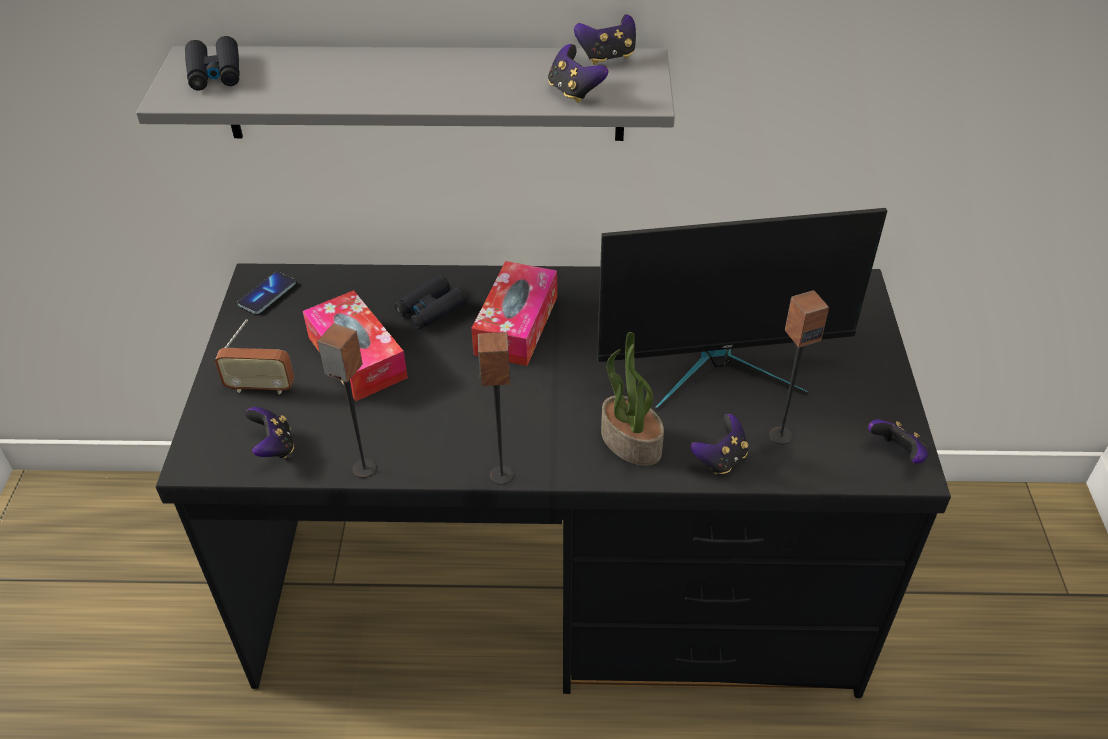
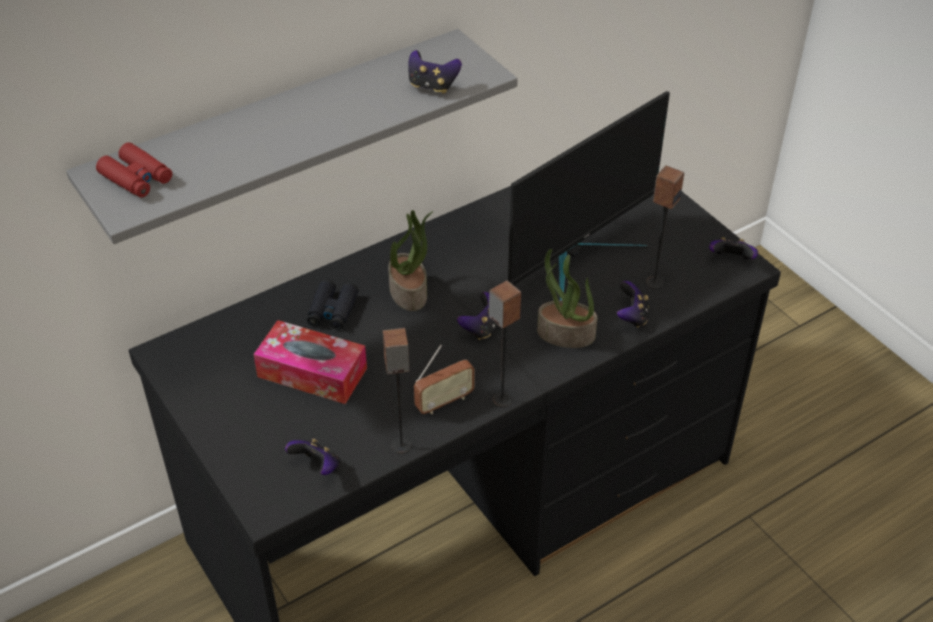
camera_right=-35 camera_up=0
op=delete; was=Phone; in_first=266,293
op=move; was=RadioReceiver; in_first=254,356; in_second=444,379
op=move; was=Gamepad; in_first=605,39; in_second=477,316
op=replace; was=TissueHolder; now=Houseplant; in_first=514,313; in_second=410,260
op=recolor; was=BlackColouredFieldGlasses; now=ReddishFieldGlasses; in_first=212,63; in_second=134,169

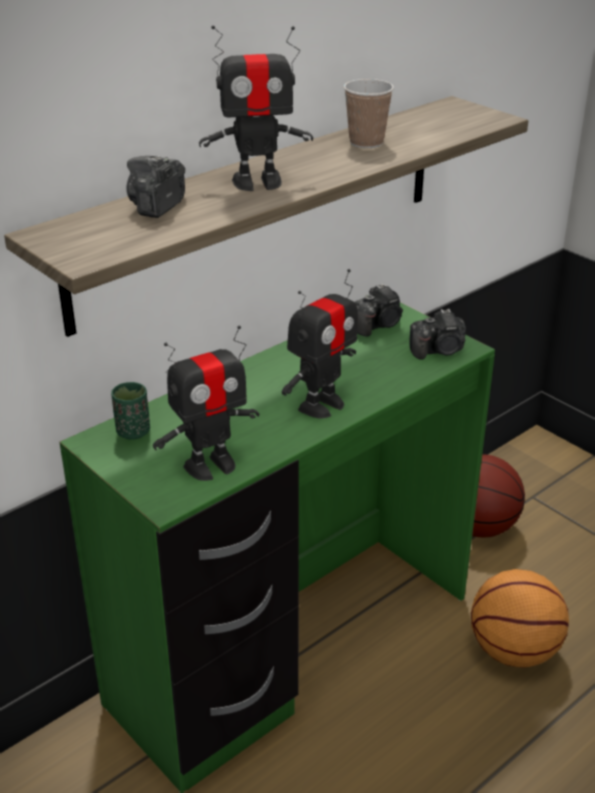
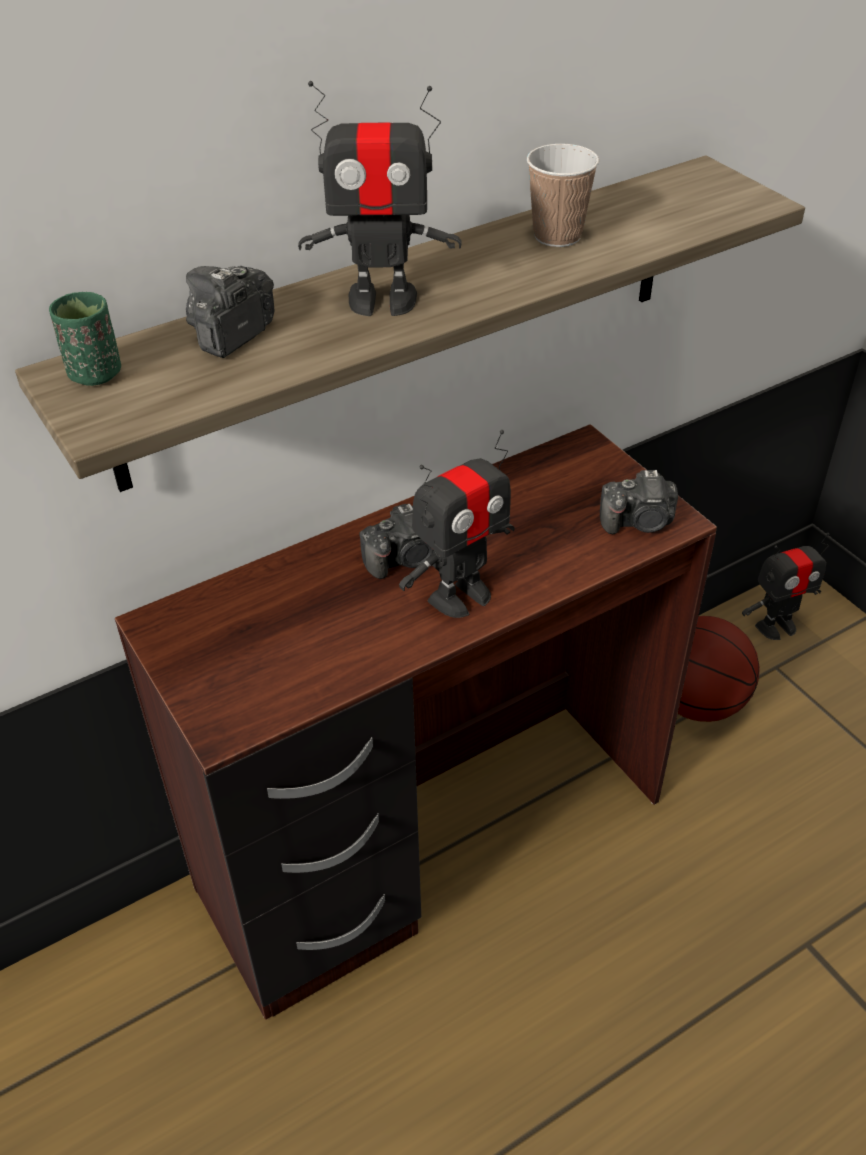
camera_right=10 camera_up=10
op=delete; was=Basketball; in_first=520,618
op=move; was=GreenishSmallCup; in_first=130,411; in_second=85,339
op=move; was=ModelRobot; in_first=206,403; in_second=785,586
op=move; was=StillCamera; in_first=379,310; in_second=395,541
op=recolor; was=GreenishDeskUnit; now=BrownishDeskUnit; in_first=277,547; in_second=416,722

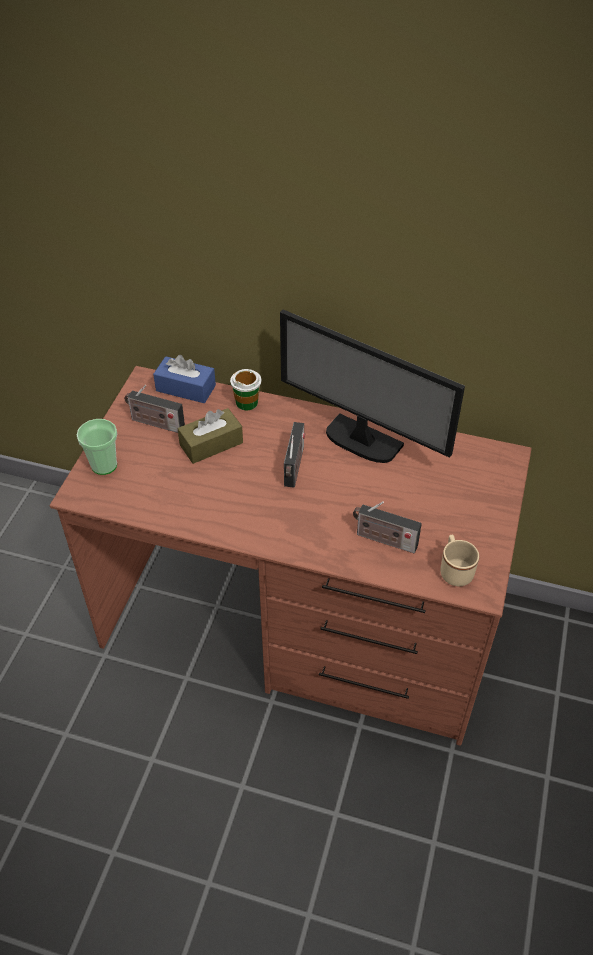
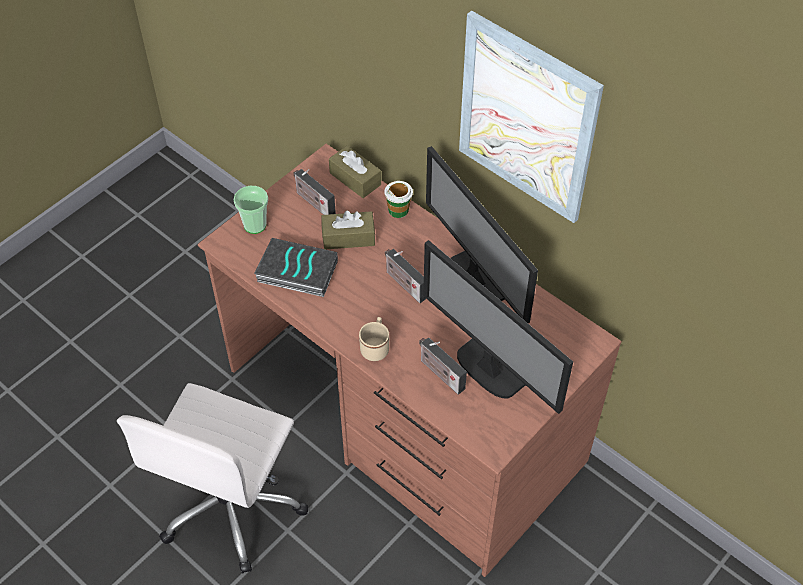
camera_right=25 camera_up=5
op=insert; now=WhitishOfficeChair; in_second=212,478
op=insert; now=BoundBook; in_second=296,267
op=insert; now=ComputerScreen; in_second=498,327
op=insert; now=WallPicture; in_second=531,117
op=move; was=BeigeTeaMug; in_first=460,560; in_second=374,339
op=recolor; was=BlueColouredTissueHolder; now=BrownishTissueHolder; in_first=184,379; in_second=355,172
op=rotate; was=RadioReceiver; in_first=294,455; in_second=405,276; clockwise=105

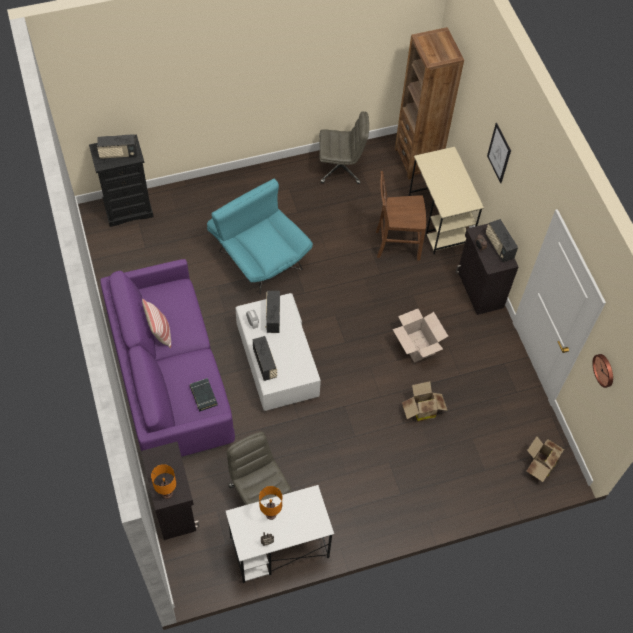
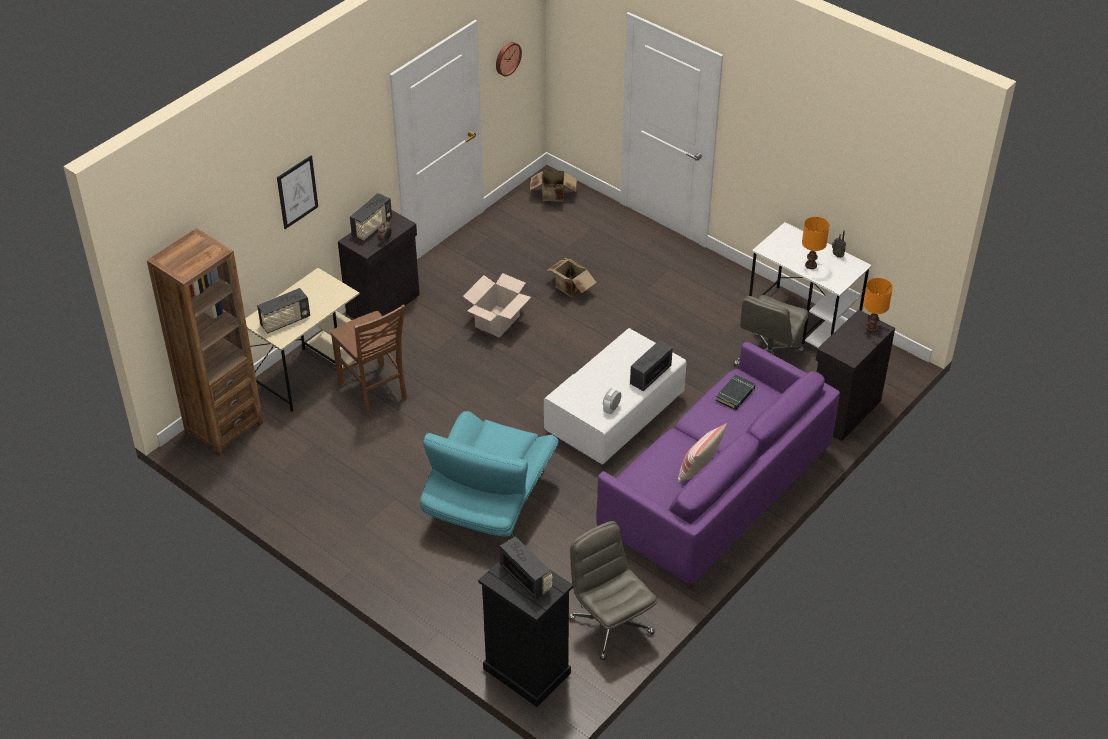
camera_right=-120 camera_up=-15
op=move; was=RadioReceiver; in_first=272,312; in_second=283,311
op=move; was=GreyishOfficeChair; in_first=344,147; in_second=613,590

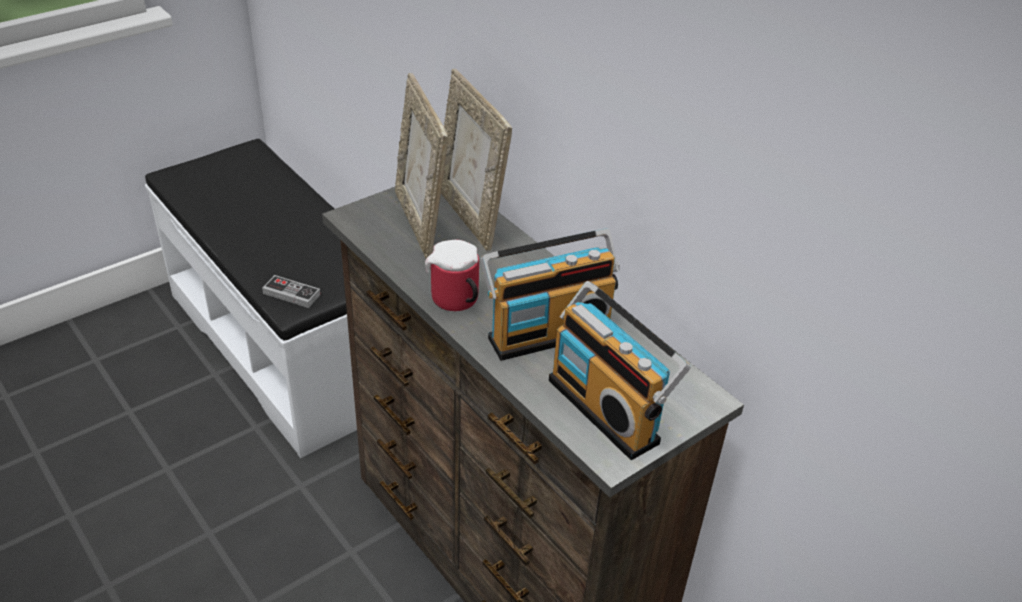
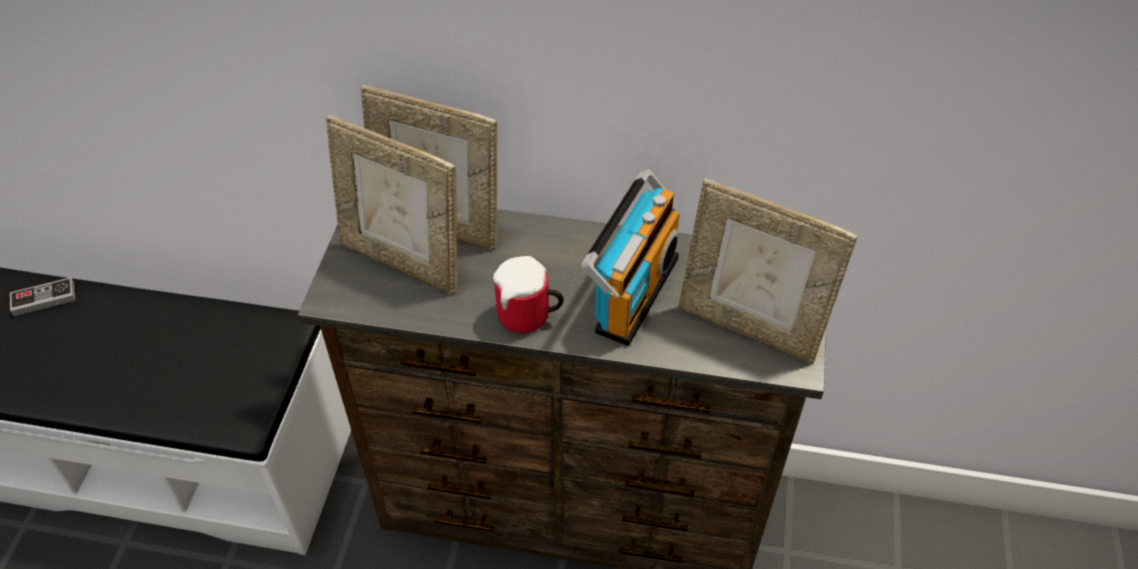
camera_right=-40 camera_up=10
op=move; was=Gamepad; in_first=291,291; in_second=43,296
op=replace; was=RadioReceiver; now=StandingFrame; in_first=620,370; in_second=768,270

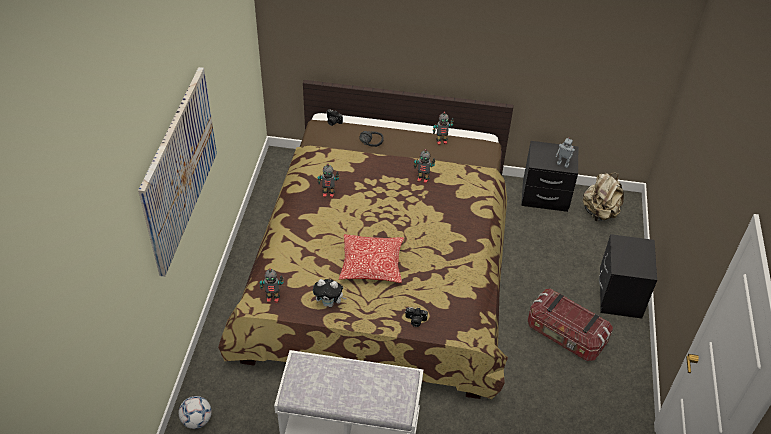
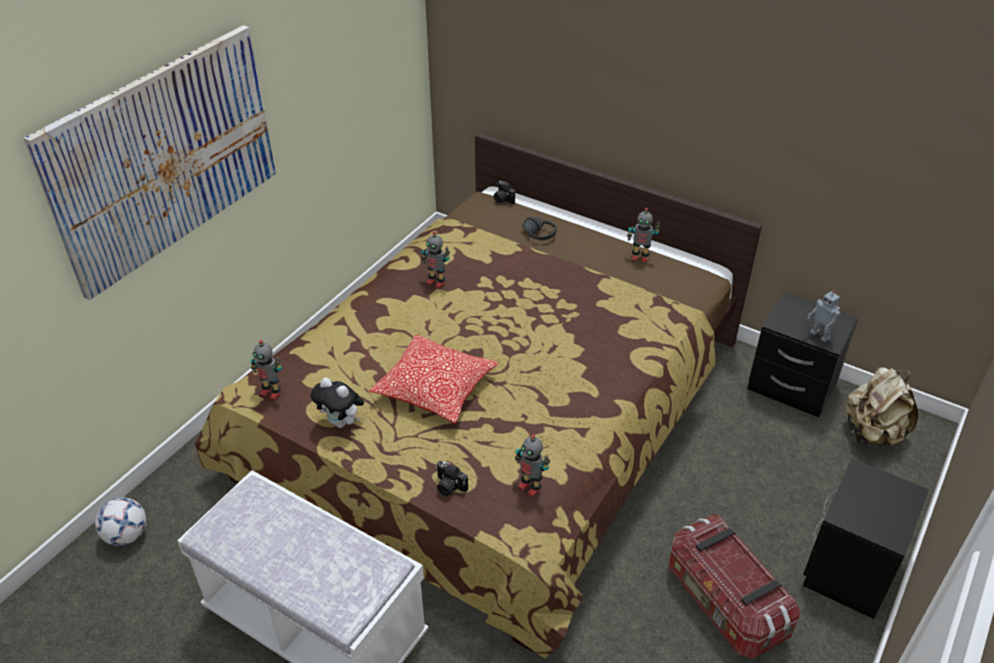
camera_right=25 camera_up=-5
op=move; was=ModelRobot; in_first=424,166; in_second=532,465

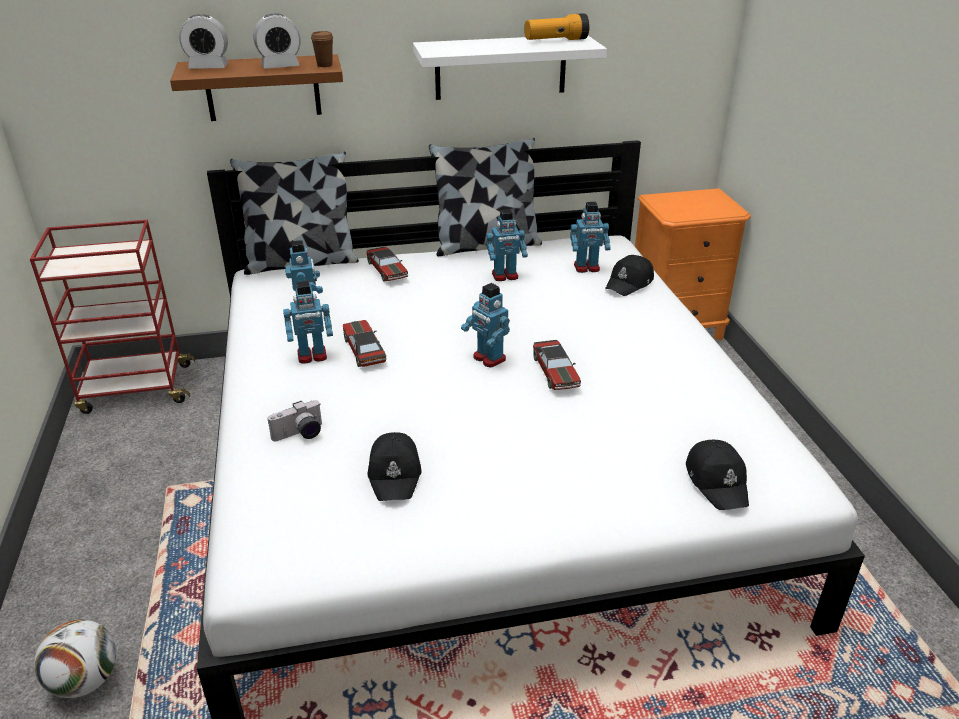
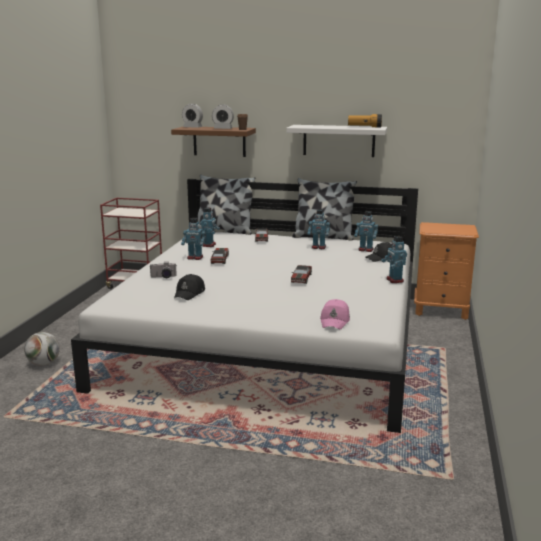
camera_right=25 camera_up=-15
op=move; was=ModelRobot; in_first=485,325; in_second=394,259
op=recolor; was=BlackColouredPeakedCap; now=PinkColouredPeakedCap; in_first=717,475; in_second=335,314

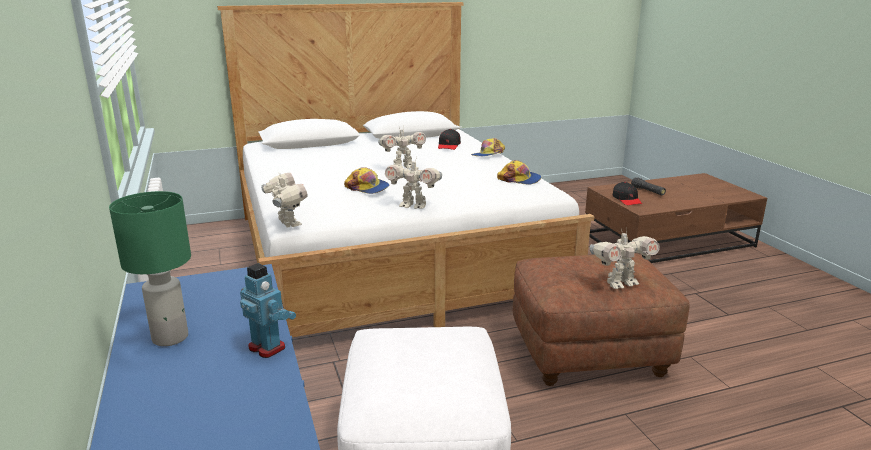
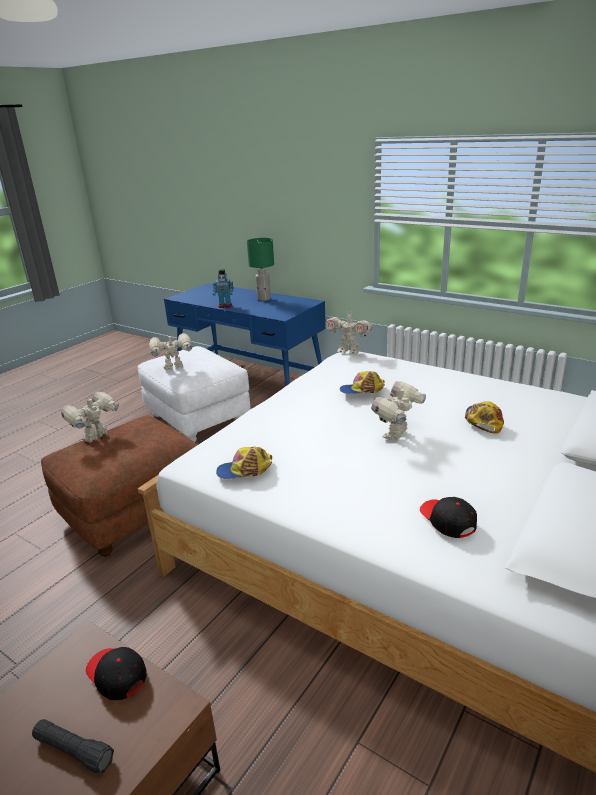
camera_right=145 camera_up=5
op=move; was=ModelRobot; in_first=413,182; in_second=171,351
op=move; was=PeakedCap; in_first=488,147; in_second=484,417

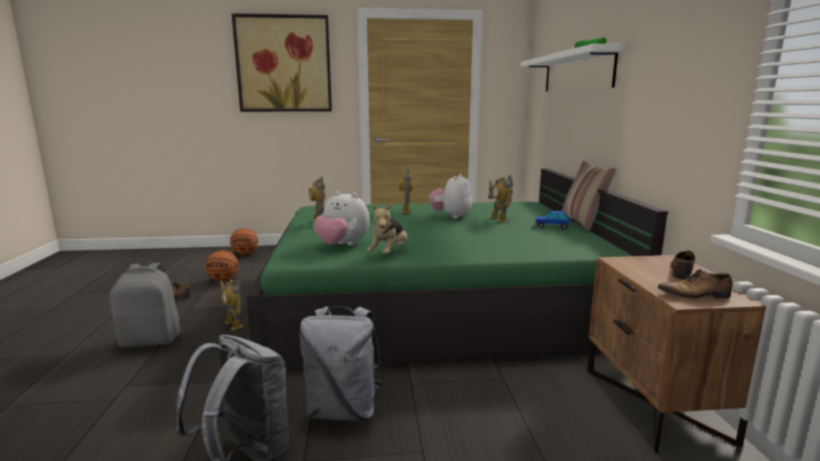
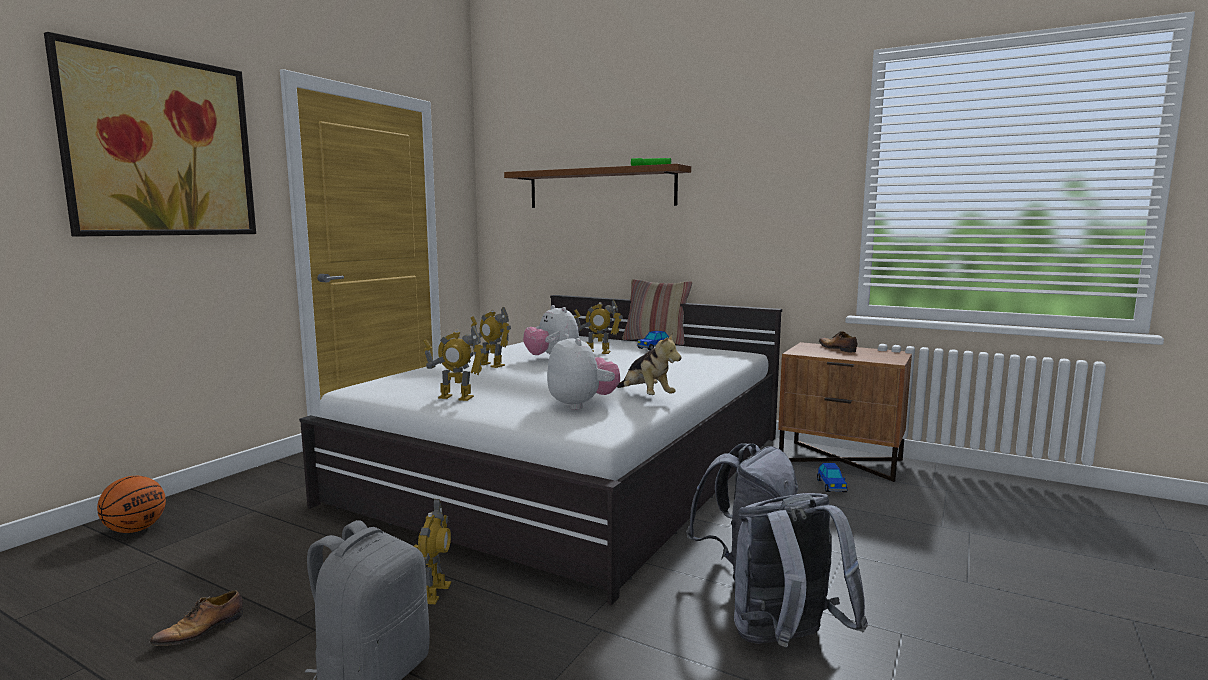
camera_right=-55 camera_up=-5
op=delete; was=Basketball; in_first=222,265
op=delete; was=LowShoe; in_first=695,284
op=insert; now=ToyCar; in_second=832,477
op=recolor; was=GreenishSleepingBed; now=WhitishSleepingBed; in_first=457,269; in_second=540,450
op=recolor; was=WhitishShelf; now=BrownishShelf; in_first=574,68; in_second=597,186
op=rotate; was=ModelRobot; in_first=232,305; in_second=432,551; clockwise=-75
op=rotate; was=SoftToy; in_first=342,218; in_second=583,372; clockwise=-90

